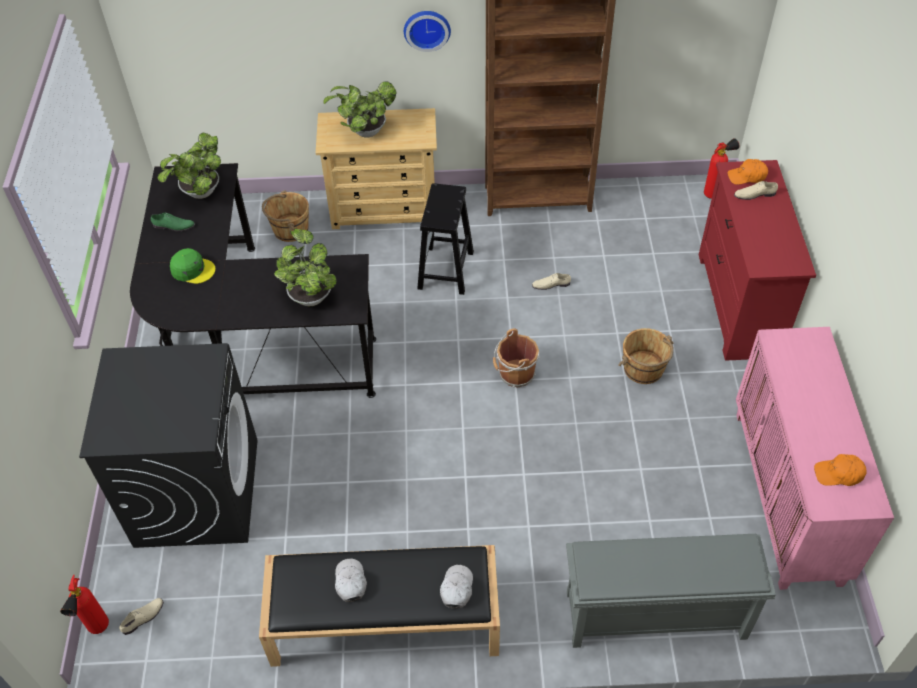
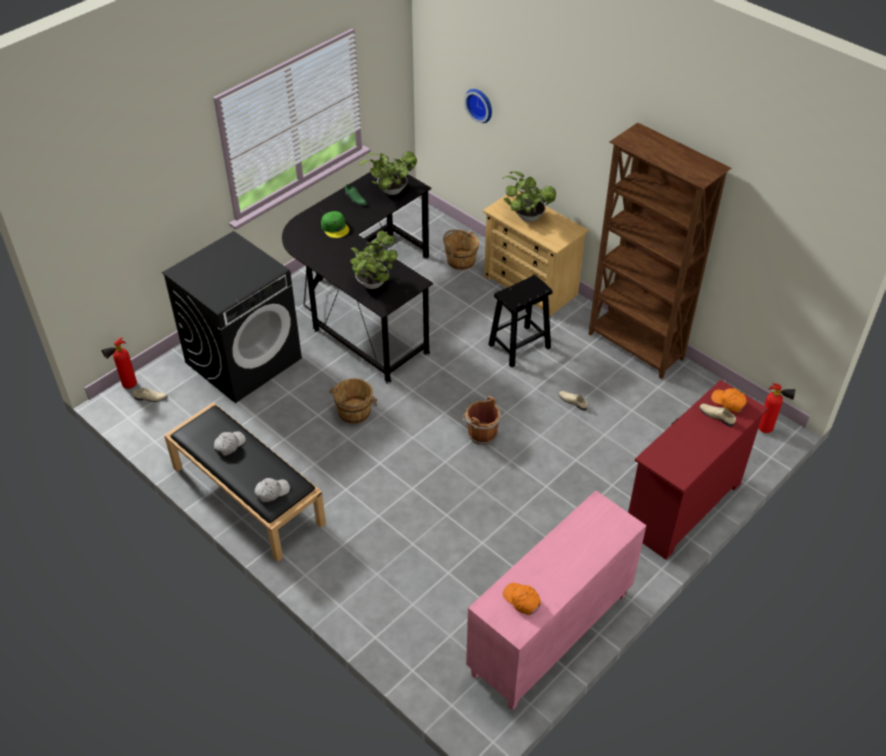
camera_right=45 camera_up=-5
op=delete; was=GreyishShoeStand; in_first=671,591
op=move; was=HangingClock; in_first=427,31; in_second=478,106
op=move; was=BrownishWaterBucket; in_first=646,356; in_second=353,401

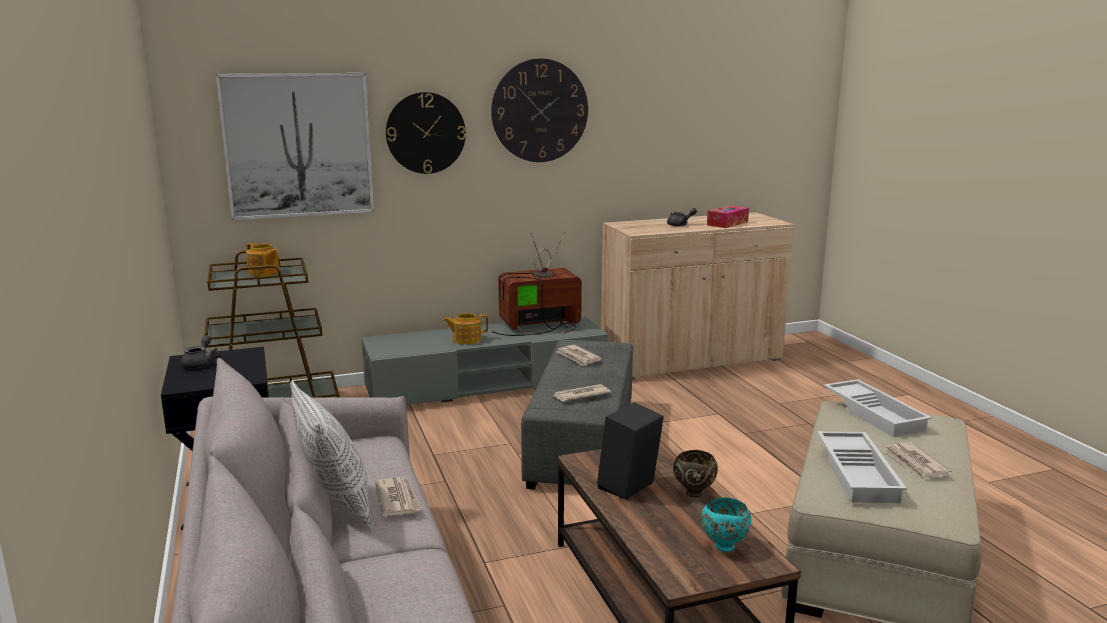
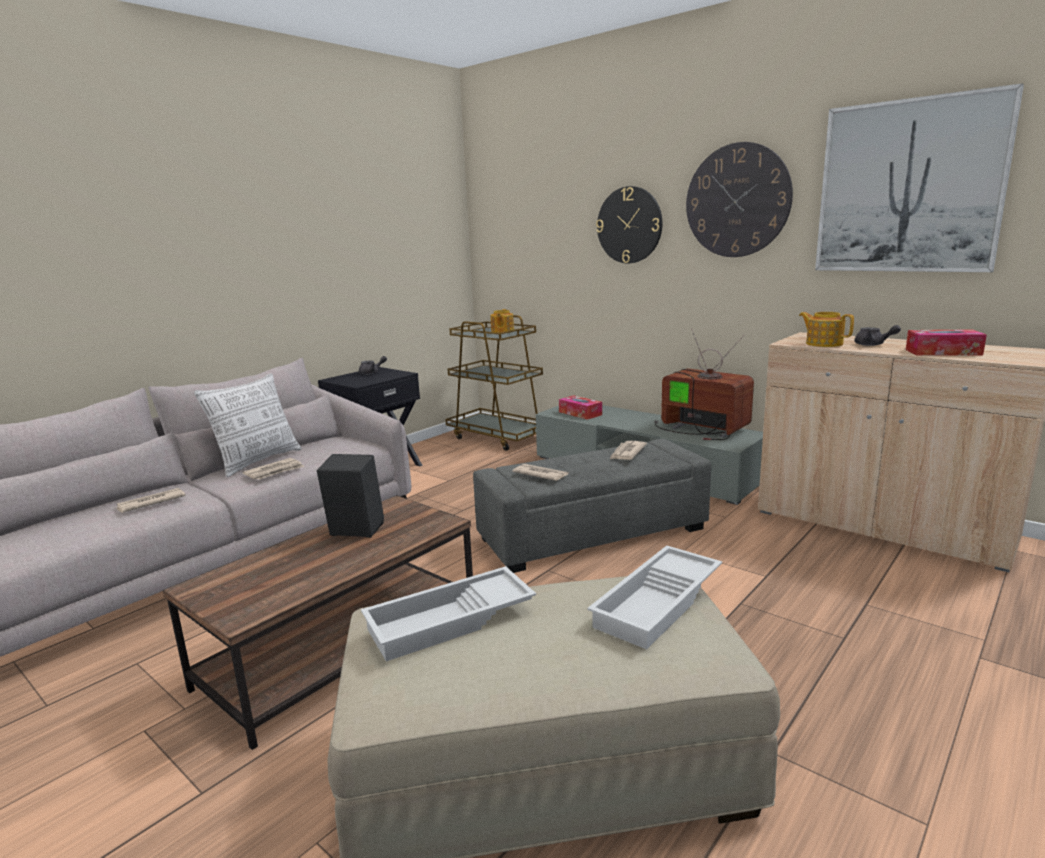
camera_right=60 camera_up=0
op=delete; was=BrownishDeepDish; in_first=695,474
op=delete; was=TurquoiseDeepDish; in_first=726,524
op=insert; now=TissueHolder; in_second=580,407
op=move; was=WallPicture; in_first=295,146; in_second=919,177
op=move; was=PotForTea; in_first=465,328; in_second=826,329
op=move; was=Newspaper; in_first=917,461; in_second=150,500

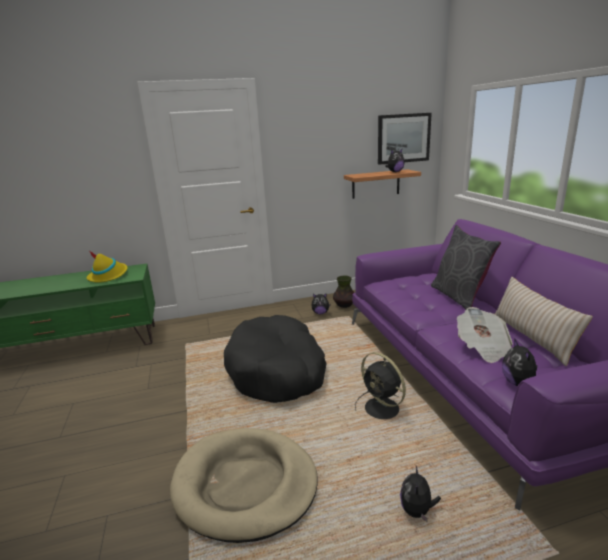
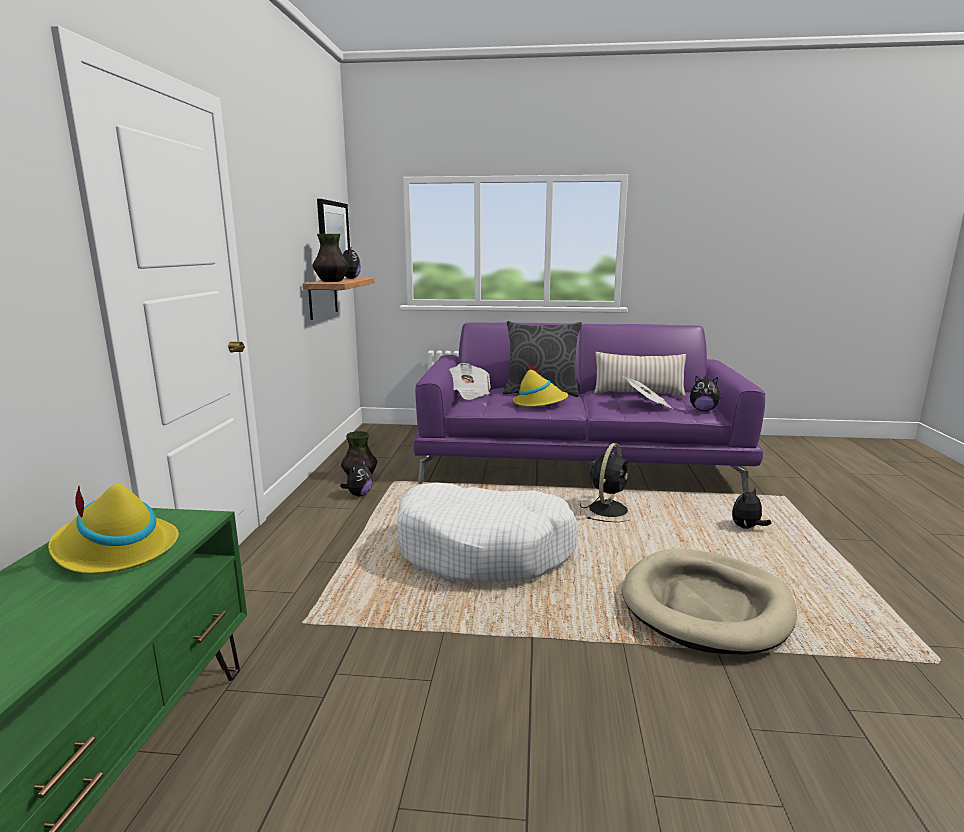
camera_right=-70 camera_up=-5
op=insert; now=DecorativeVase; in_second=331,258
op=insert; now=Newspaper; in_second=469,381
op=insert; now=YellowClothingHat; in_second=540,385
op=recolor; was=BlackColouredDogCushion; now=WhitishDogCushion; in_first=275,359; in_second=487,532
op=rotate; was=BlackColouredFan; in_first=380,385; in_second=604,482; clockwise=-45
op=rotate; was=SoftToy; in_first=420,494; in_second=751,508; clockwise=105

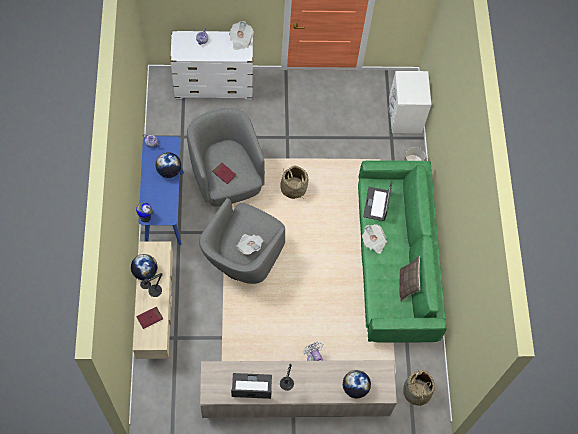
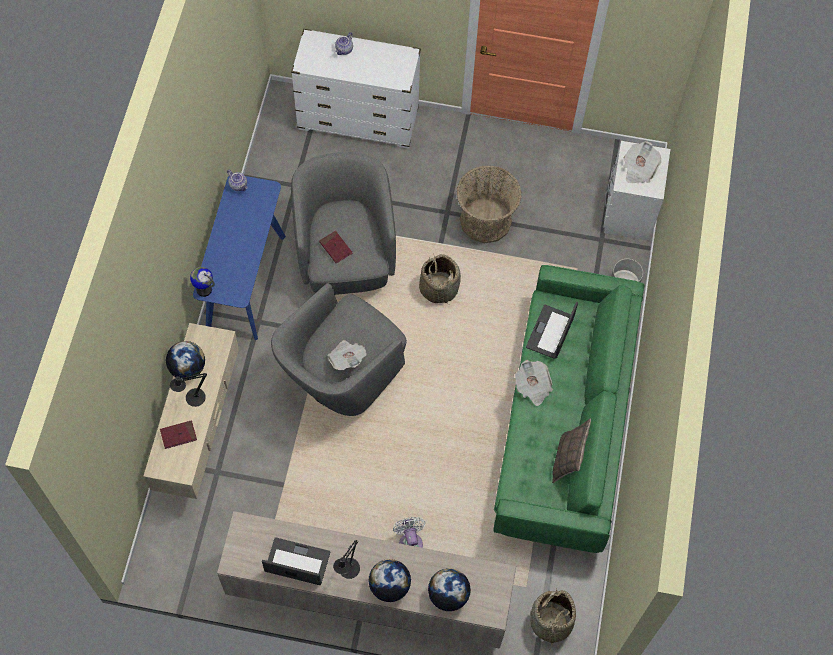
camera_right=15 camera_up=0
op=insert; now=StorageBasket; in_second=489,204
op=move; was=Globe; in_first=168,165; in_second=390,580
op=move; was=Newspaper; in_first=241,35; in_second=642,162

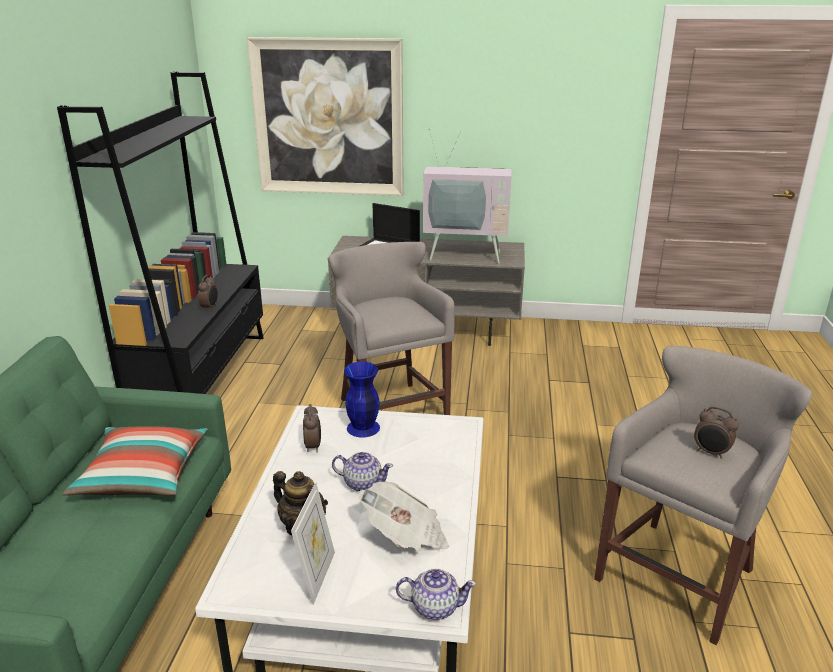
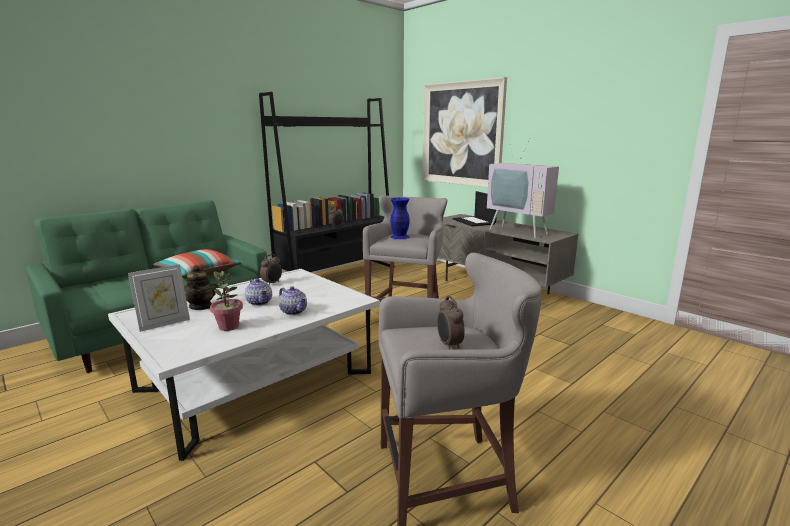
camera_right=40 camera_up=-10
op=move; was=BlueColouredDecorativeVase; in_first=362,400; in_second=400,218
op=move; was=PotForTea; in_first=436,594; in_second=293,300
op=replace; was=Newspaper; now=Houseplant; in_first=404,516; in_second=225,301

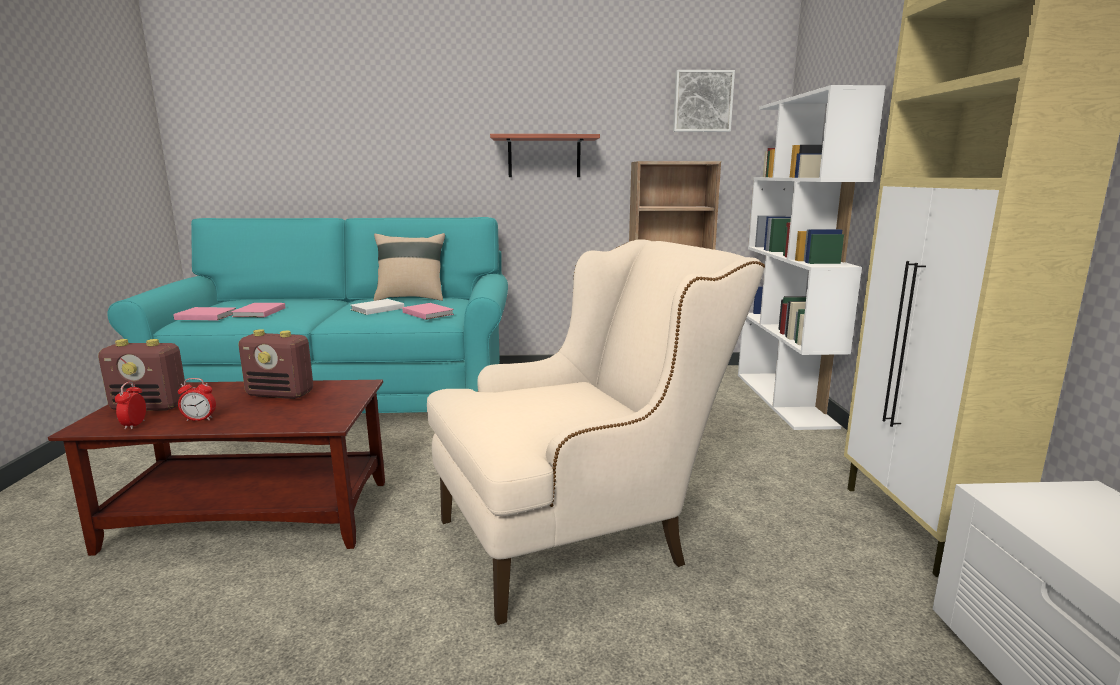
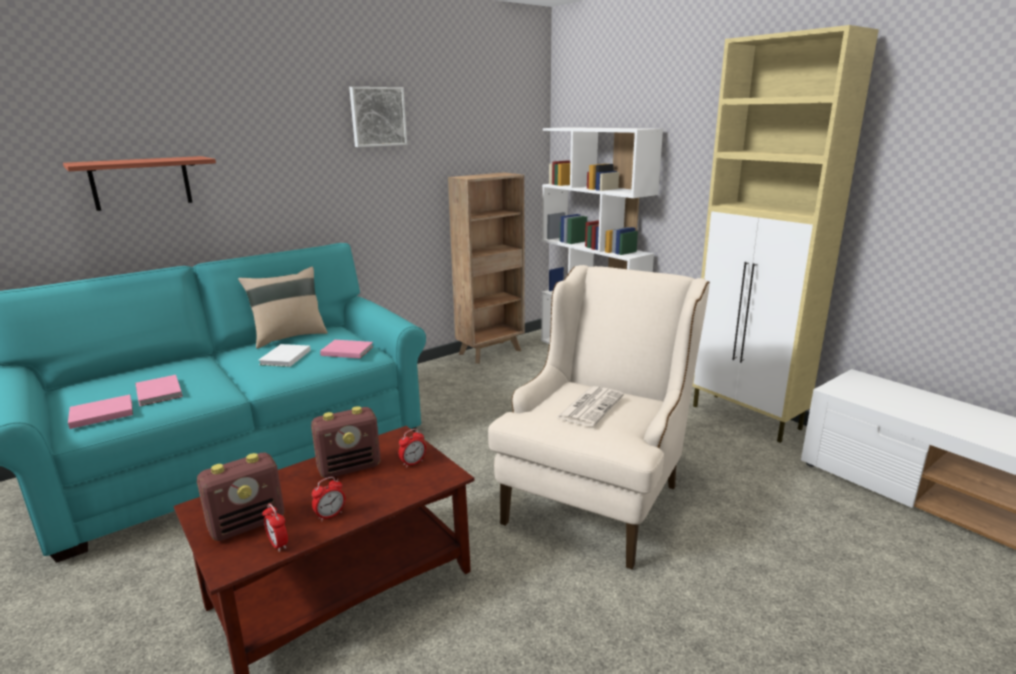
camera_right=-35 camera_up=5
op=insert; now=AlarmClock; in_second=412,448
op=insert; now=Newspaper; in_second=590,406
op=move; was=Shelf; in_first=545,155; in_second=139,183
op=move; was=WallPicture; in_first=704,101; in_second=378,117

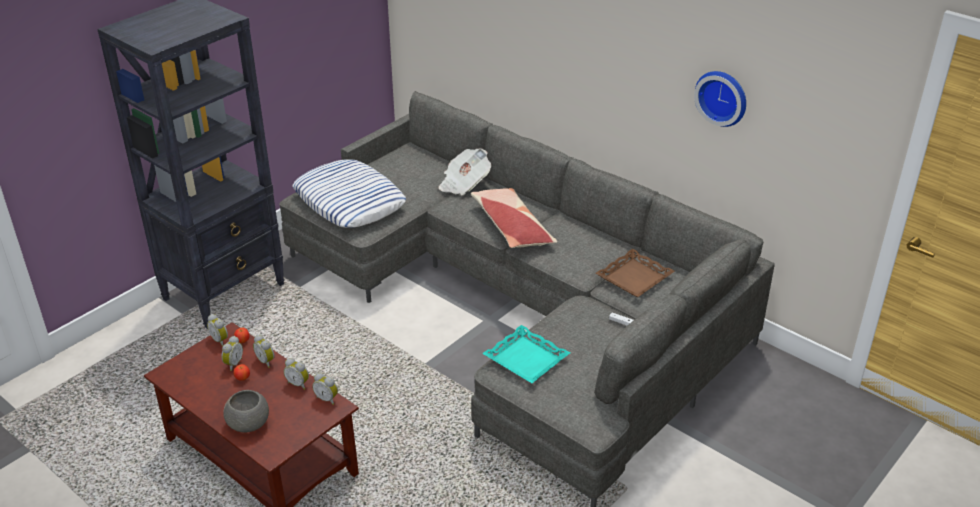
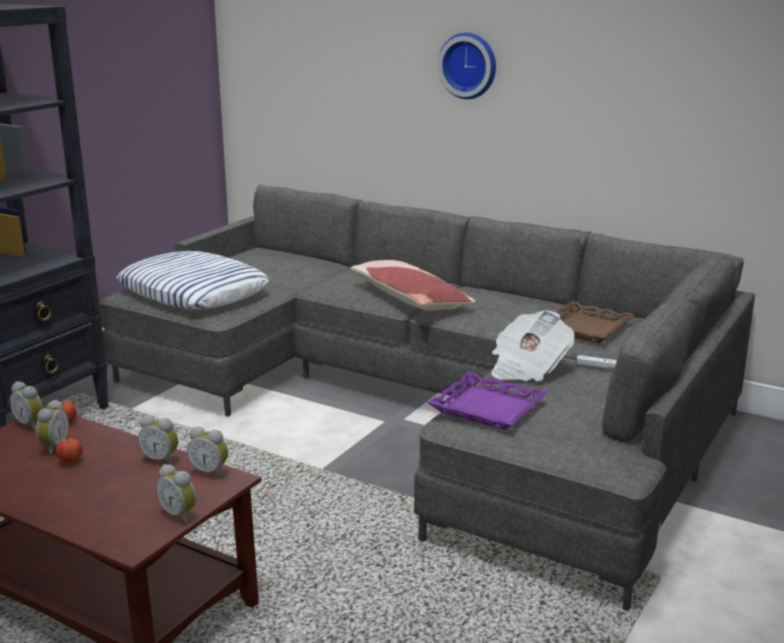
camera_right=-10 camera_up=-15
op=delete; was=GreyishDeepDish; in_first=246,411
op=move; was=AlarmClock; in_first=263,351; in_second=176,493
op=move; was=Newspaper; in_first=464,172; in_second=533,345
op=move; was=HangingClock; in_first=720,99; in_second=467,65
op=recolor; was=TurquoiseTray; now=PurplishTray; in_first=526,354; in_second=487,401

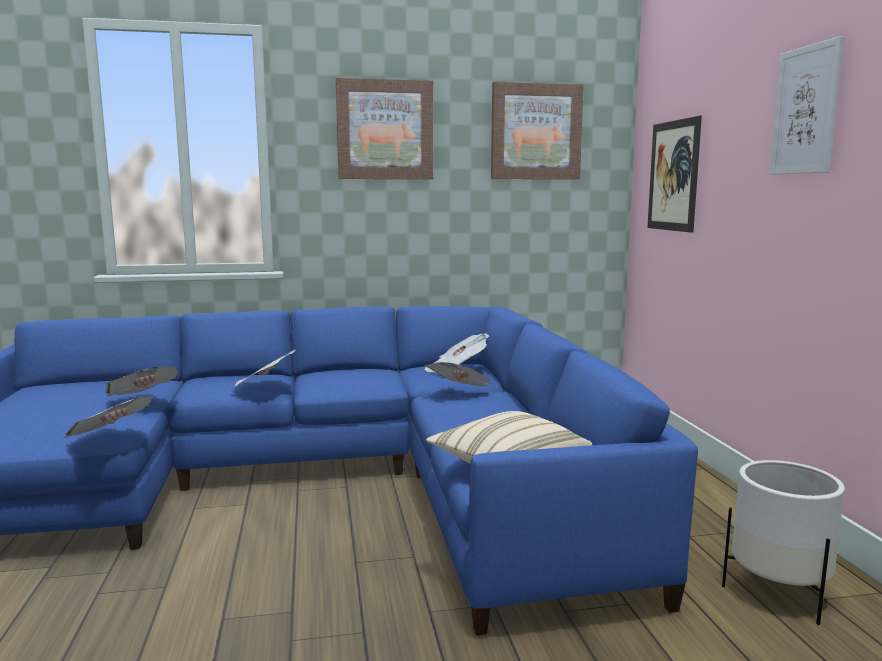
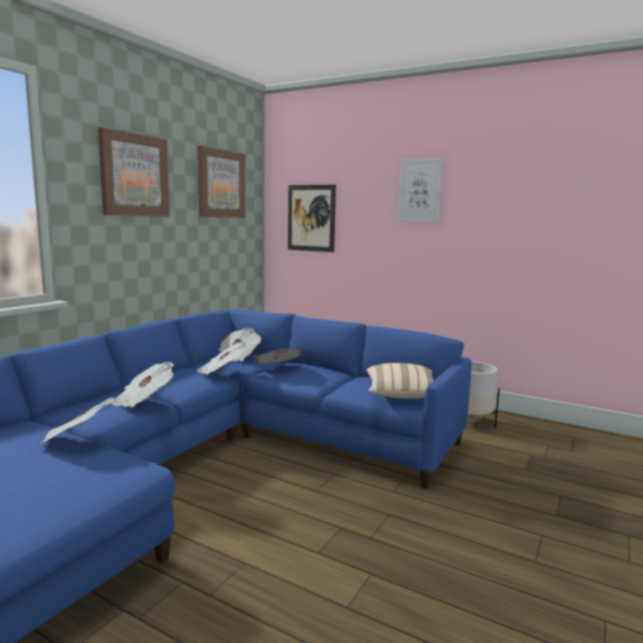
camera_right=-50 camera_up=0
op=move; was=Newspaper; in_first=108,417; in_second=222,358

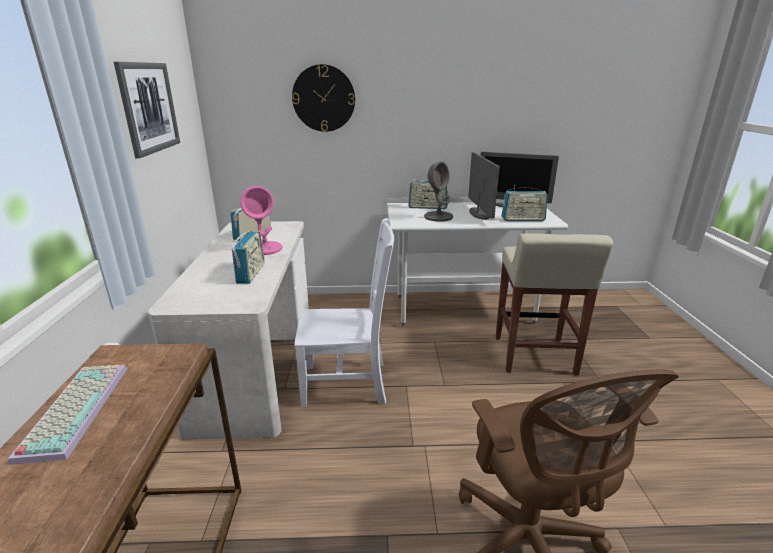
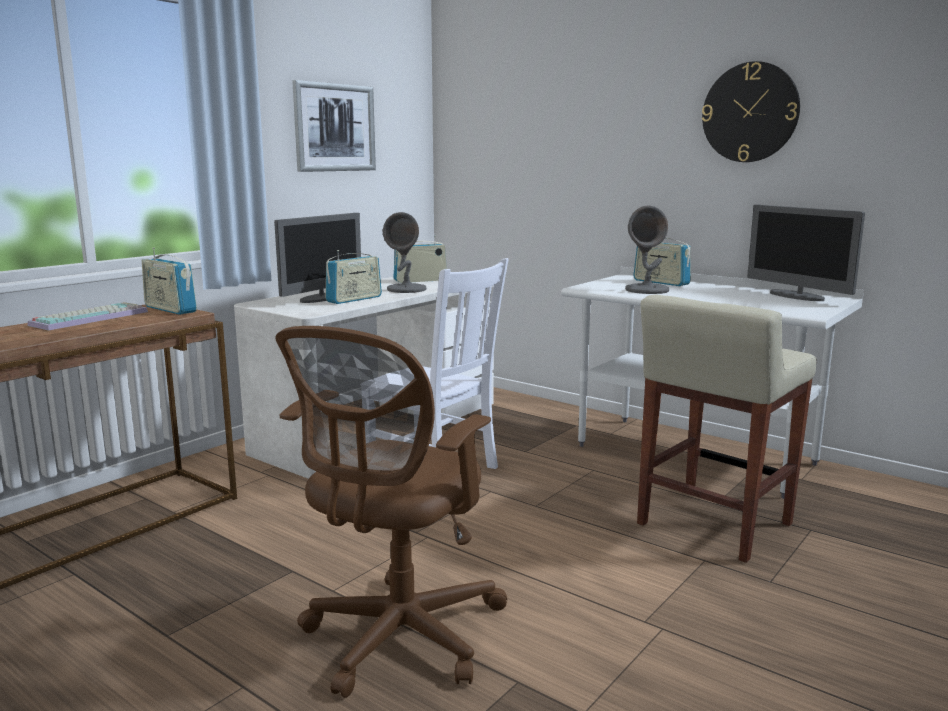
camera_right=40 camera_up=-10
op=move; was=HangingClock; in_first=323,98; in_second=751,111
op=move; was=ComputerScreen; in_first=484,186; in_second=317,258
op=move; was=RadioReceiver; in_first=524,203; in_second=169,281
op=recolor; was=PinkColouredTableLamp; now=GreyishTableLamp; in_first=261,220; in_second=404,252

